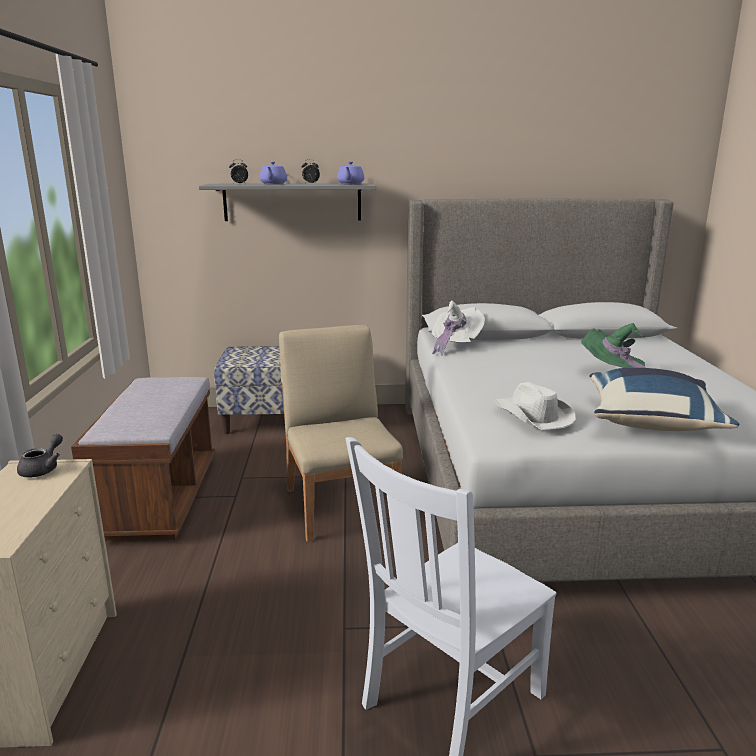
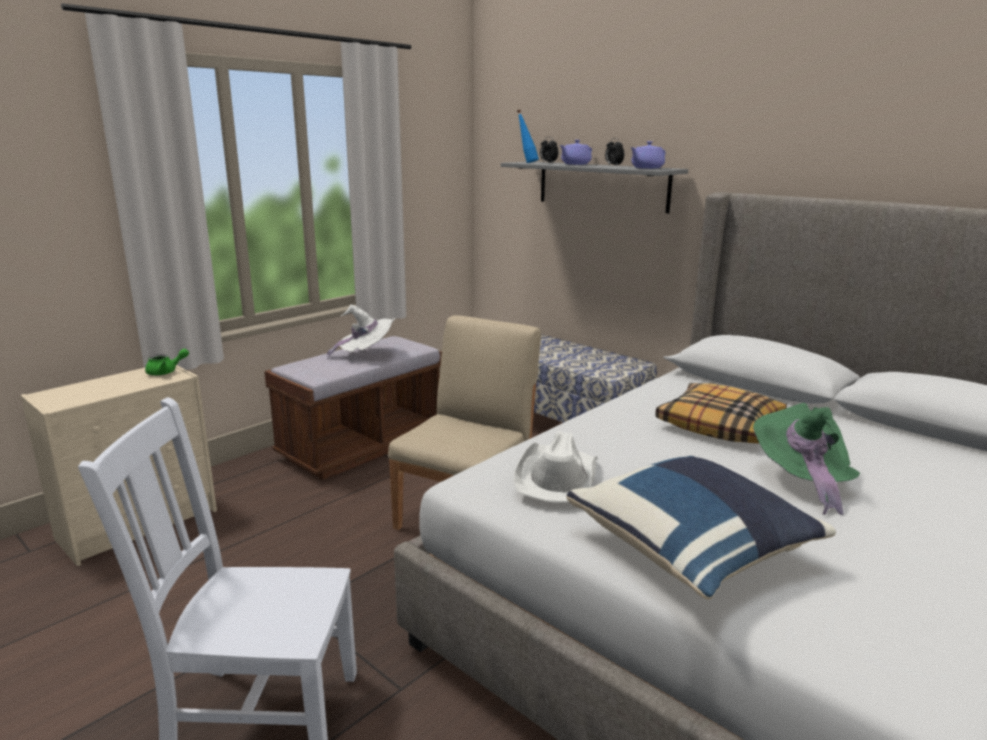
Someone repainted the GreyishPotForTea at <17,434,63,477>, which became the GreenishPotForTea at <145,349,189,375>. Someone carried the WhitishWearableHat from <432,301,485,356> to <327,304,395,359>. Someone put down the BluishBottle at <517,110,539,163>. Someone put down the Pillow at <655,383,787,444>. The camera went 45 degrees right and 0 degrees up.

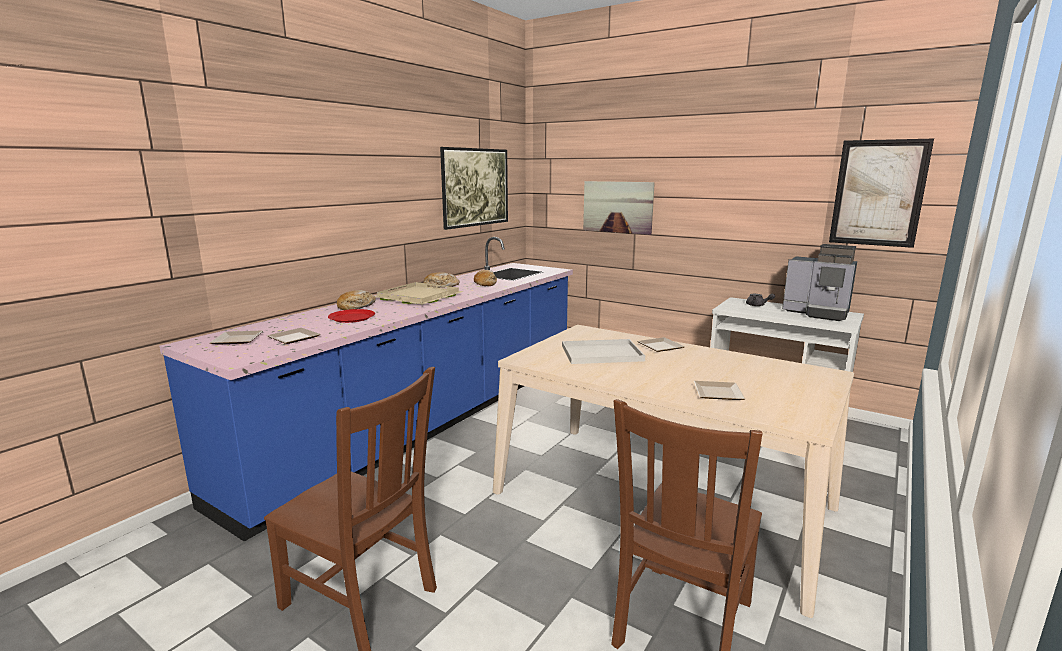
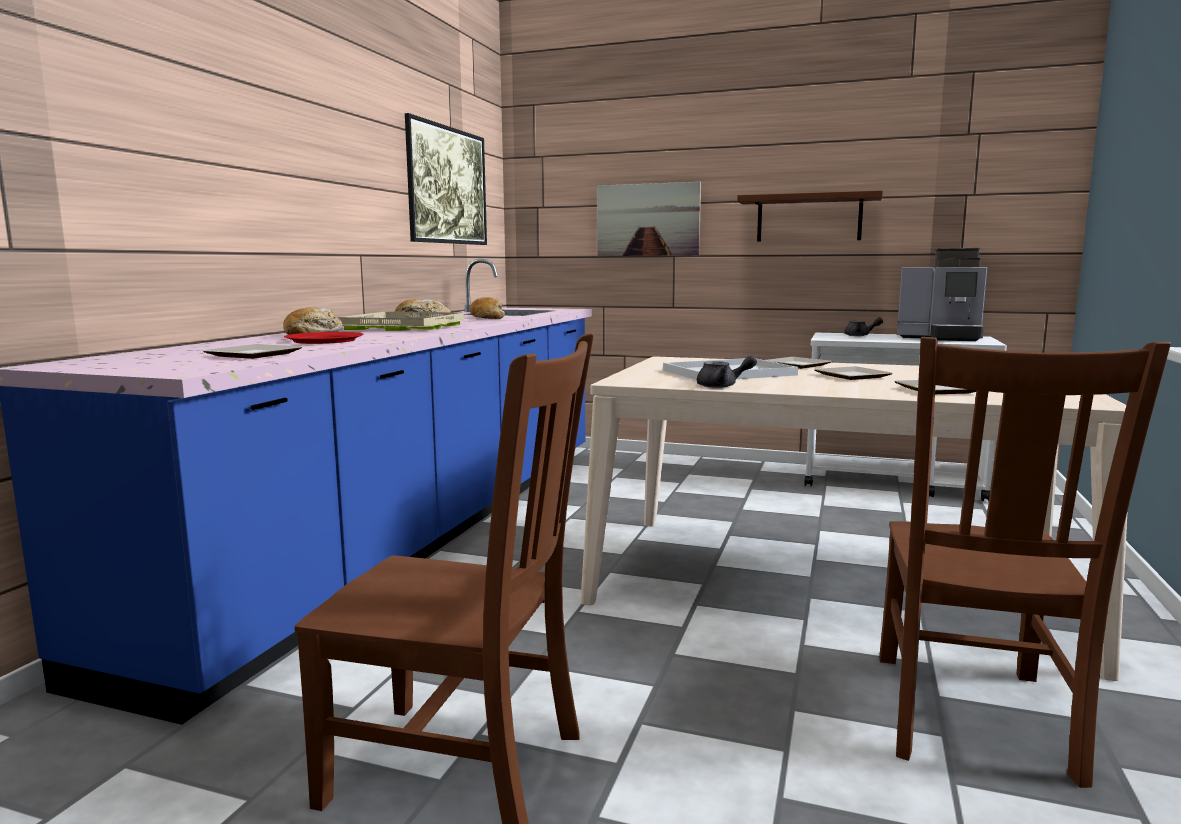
Someone put down the GreyishPotForTea at <697,355,757,388>. Someone put up the BrownBracketShelf at <737,190,883,242>. Someone carried the Plate from <210,330,263,345> to <814,366,893,380>. Someone took away the WallPicture at <829,139,934,248>. The camera went 15 degrees left and 5 degrees down.

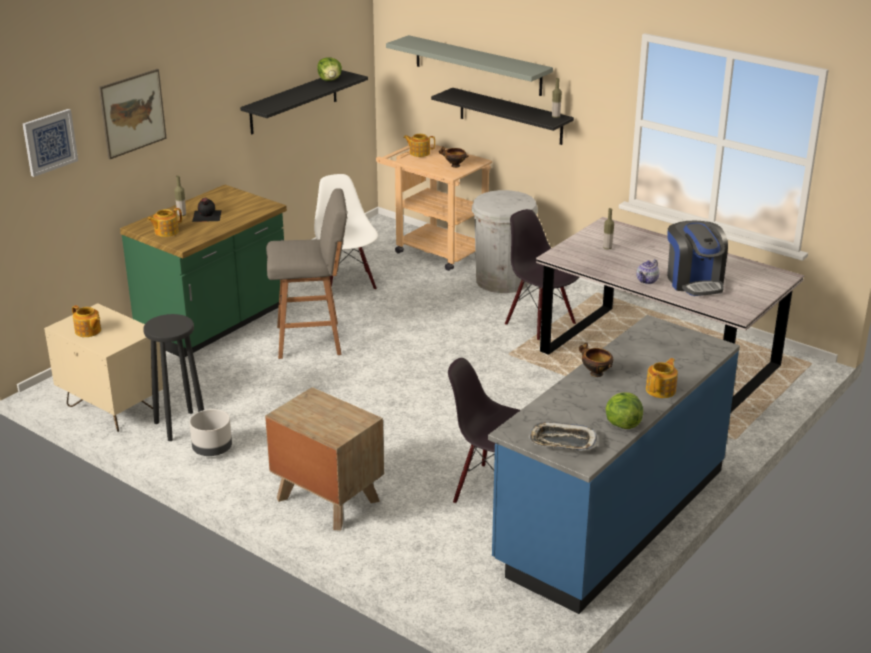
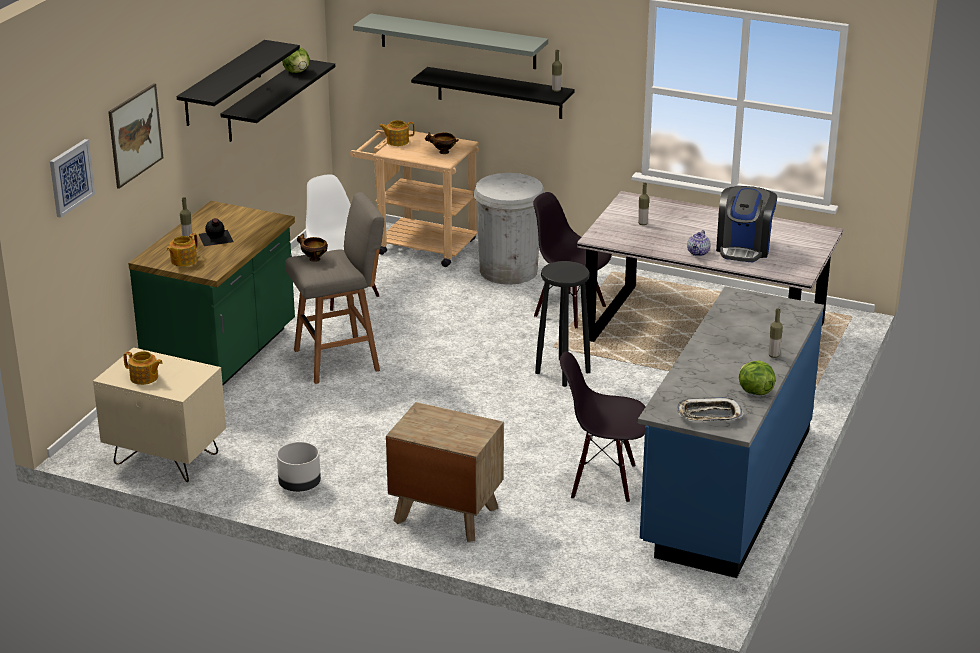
Someone put up the BlackColouredBracketShelf at <177,40,300,126>. Someone carried the Bowl from <579,342,613,377> to <297,234,328,262>. Someone carried the BlackColouredSittingStool from <143,314,204,441> to <535,261,591,387>. Someone rotated the CoffeeBrewer at <667,221,728,296> by 45 degrees clockwise. Someone swapped the PotForTea at <646,358,678,398> for the Bottle at <769,309,783,358>. The camera went 15 degrees left and 0 degrees up.

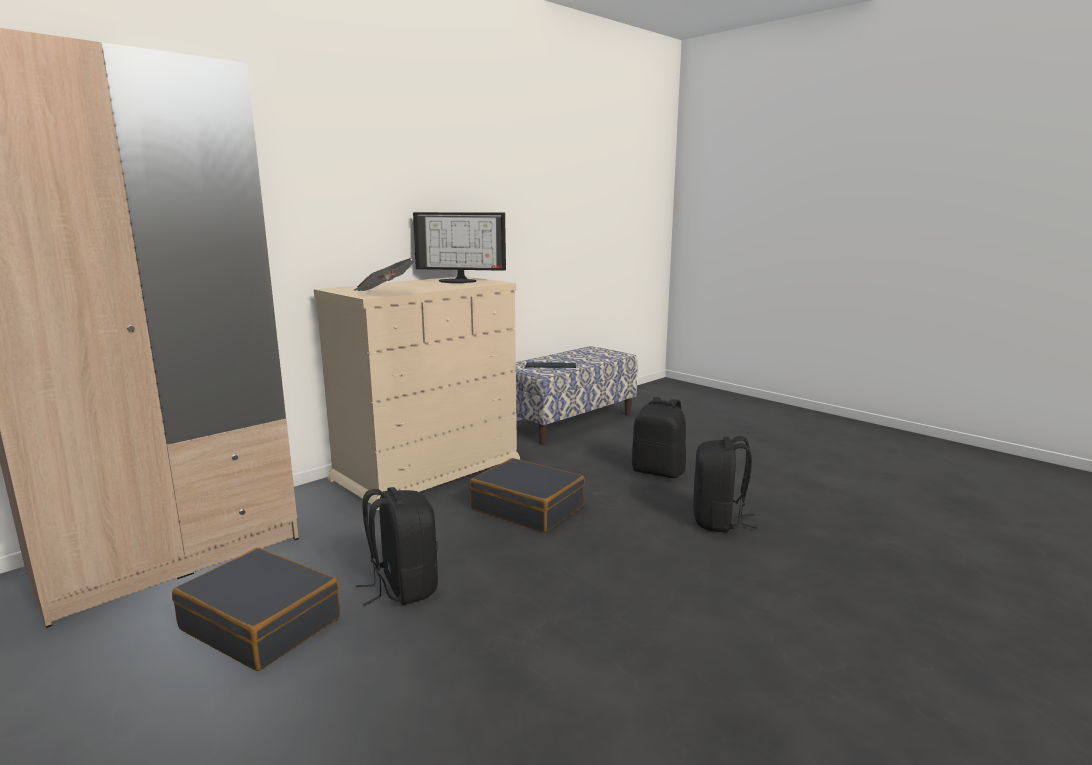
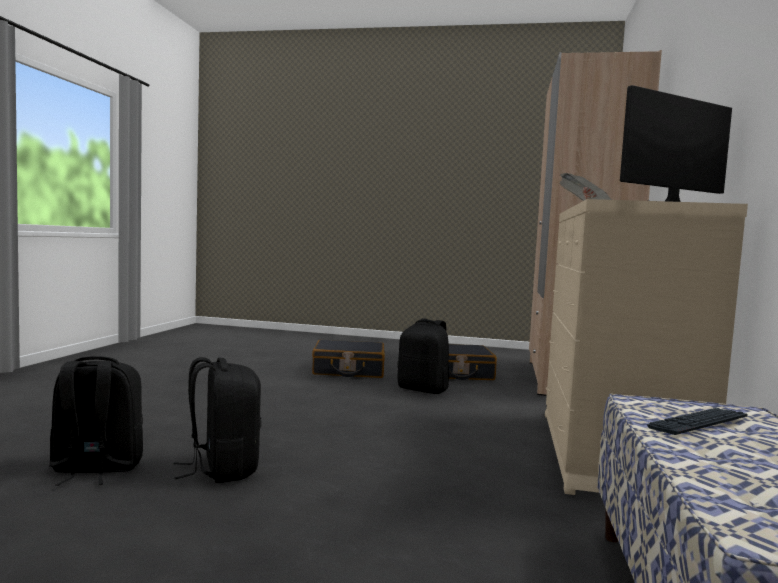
Someone carried the BlackColouredBackpack from <632,397,686,478> to <49,356,143,486>. Someone carried the BlackColouredTravelCase from <470,458,585,532> to <312,339,385,378>. The camera went 145 degrees right and 10 degrees down.

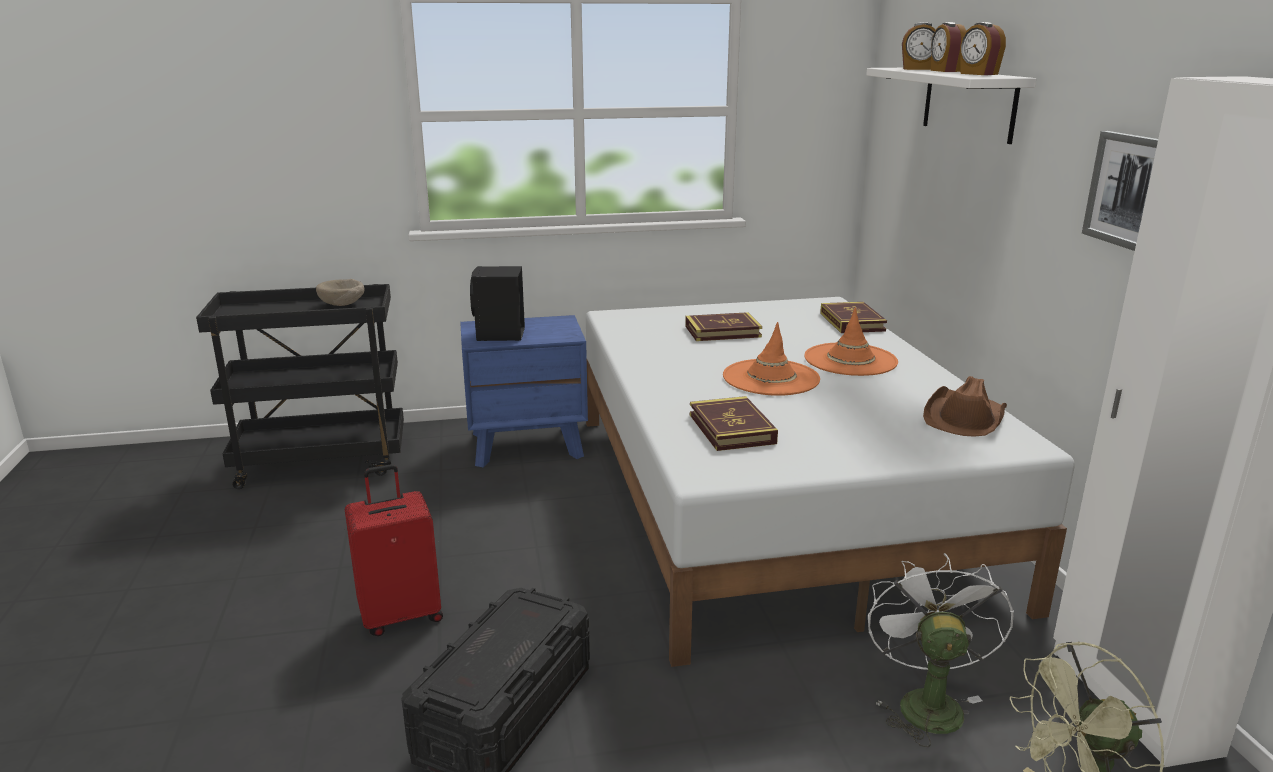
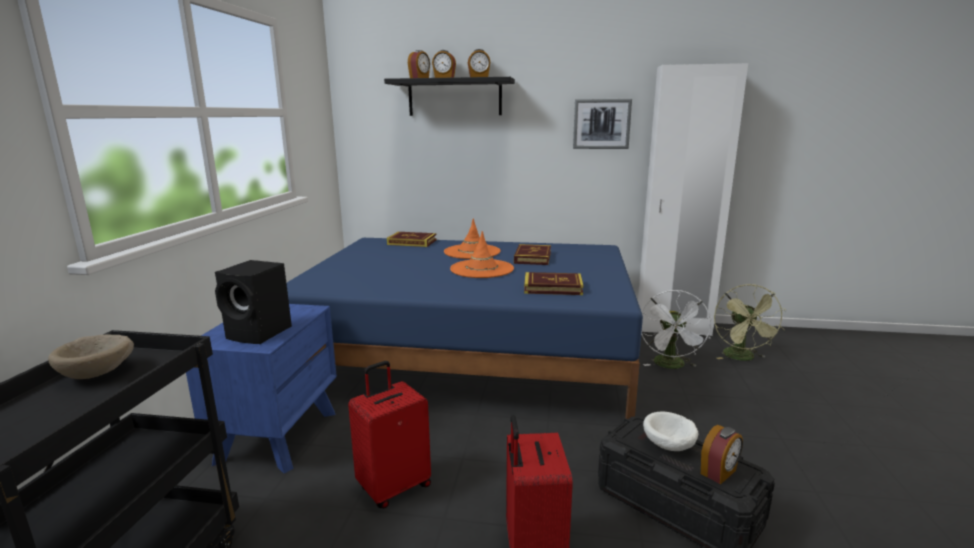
Someone repainted the WhitishBed at <586,297,1075,667>, which became the BluishBed at <286,238,643,419>. Someone put down the RedColouredTravelCase at <348,361,431,508>. Someone repainted the WhitishBracketShelf at <866,68,1036,144>, which became the BlackColouredBracketShelf at <384,77,515,116>. Someone carried the BoundBook from <685,312,762,341> to <514,244,551,265>. Someone rotated the WhitishElectricFan at <868,553,1014,747> by 105 degrees counterclockwise. Someone put down the WhitishBowl at <643,412,698,451>. Someone put down the TableClock at <701,425,743,484>. Someone took away the BrownWearableHat at <923,376,1007,437>. The camera went 70 degrees left and 5 degrees down.

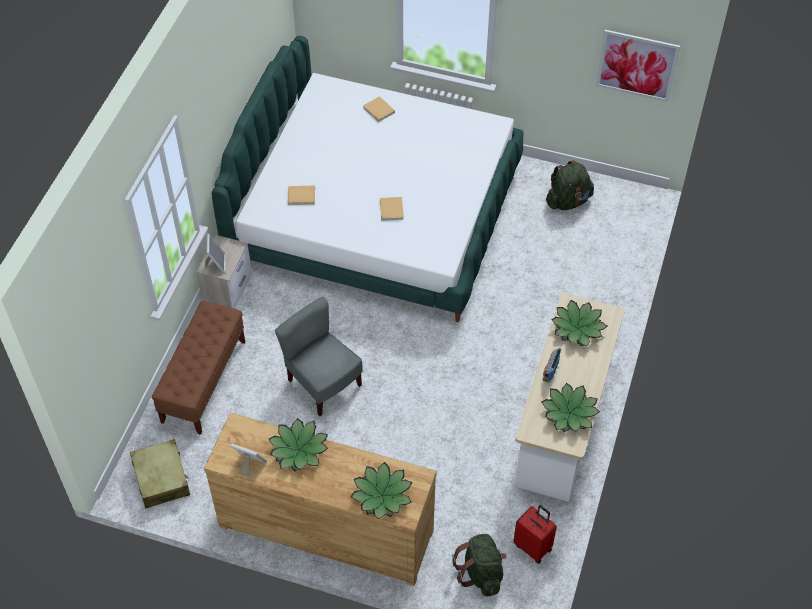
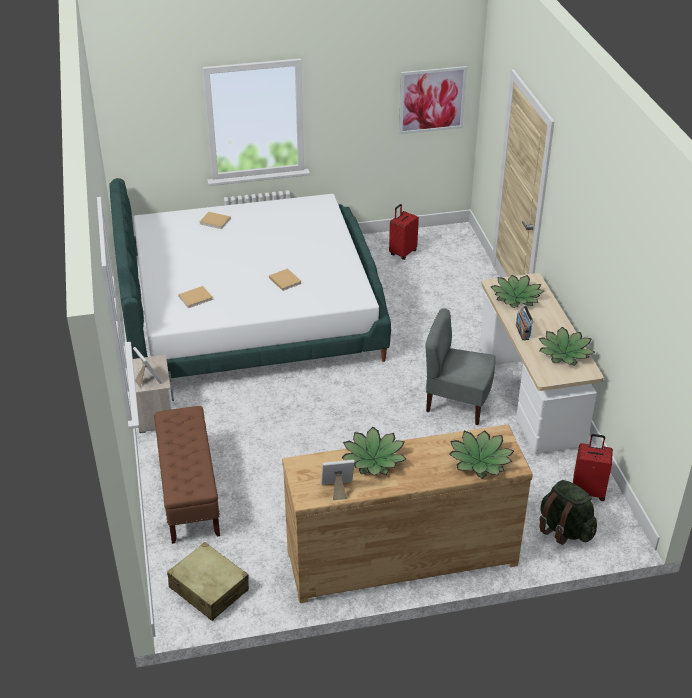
Someone swapped the GreenishBackpack at <546,160,594,210> for the RedColouredTravelCase at <389,204,419,260>. Someone carried the GreyishPlainChair from <275,297,363,416> to <426,308,496,425>. The camera went 30 degrees left and 15 degrees down.

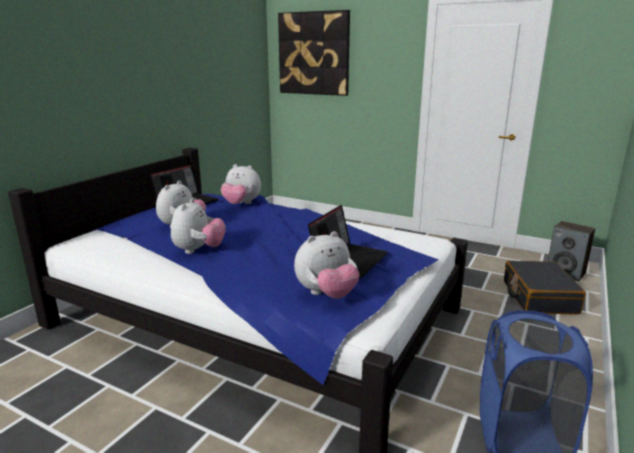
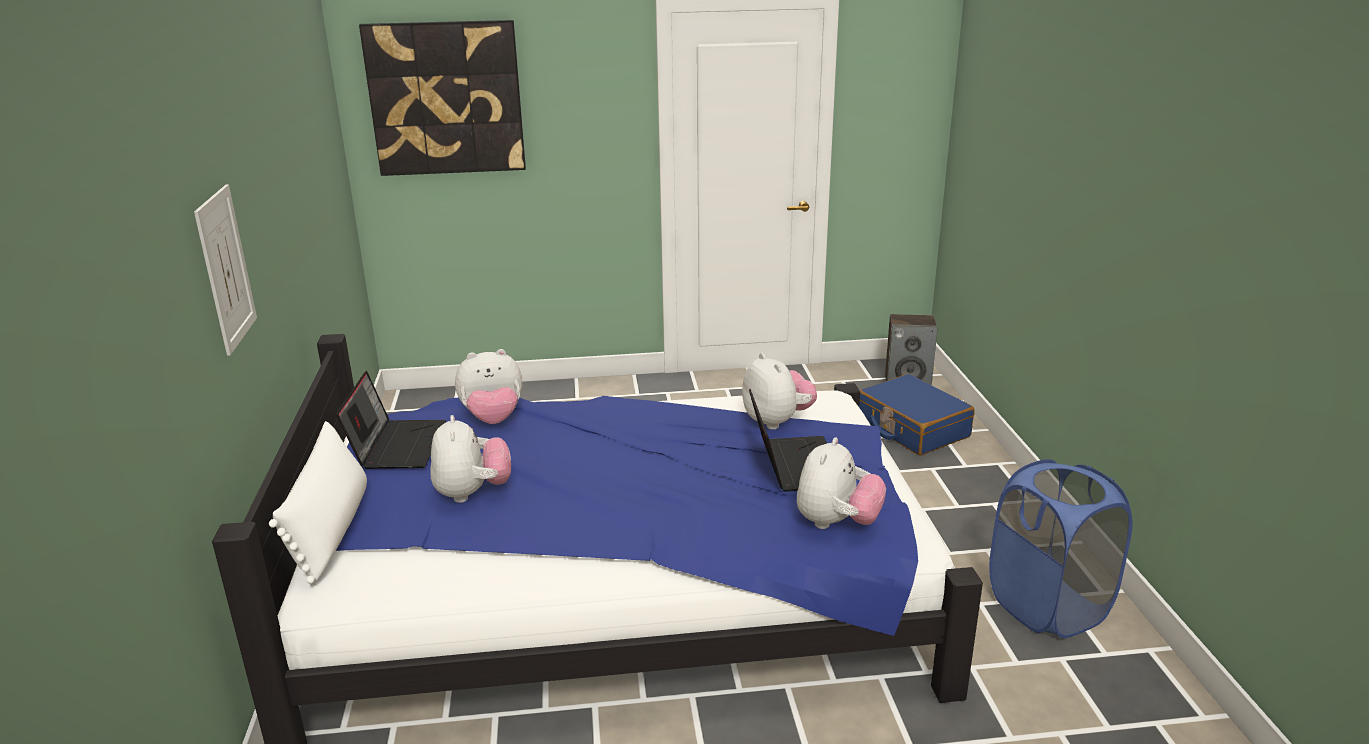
Someone put up the WallPicture at <194,184,257,356>. Someone put down the WhitishPillow at <269,421,367,584>. Someone carried the SoftToy from <171,198,226,254> to <742,353,817,430>. Someone repainted the BlackColouredTravelCase at <504,261,586,315>, which became the BluishTravelCase at <859,374,975,456>. The camera went 35 degrees left and 5 degrees up.

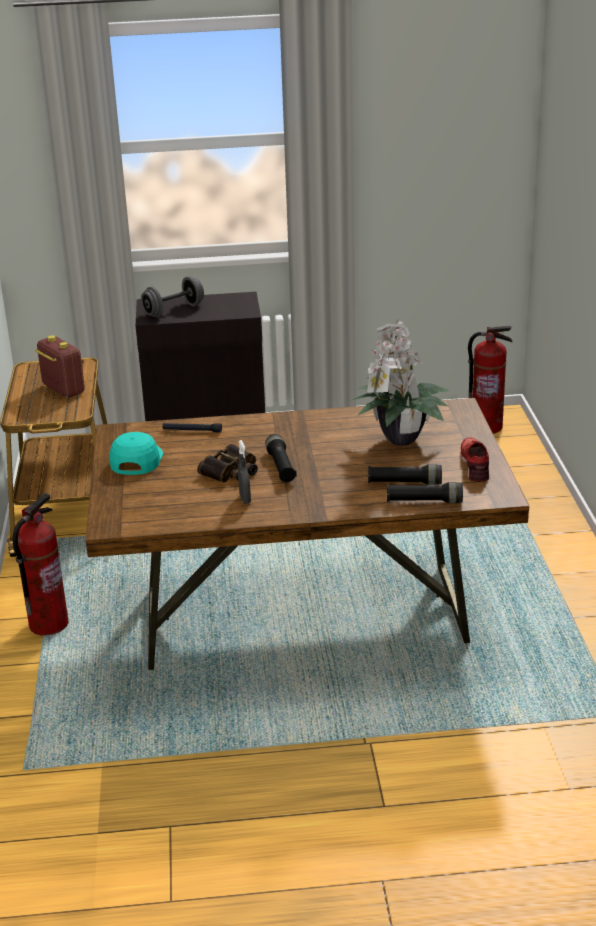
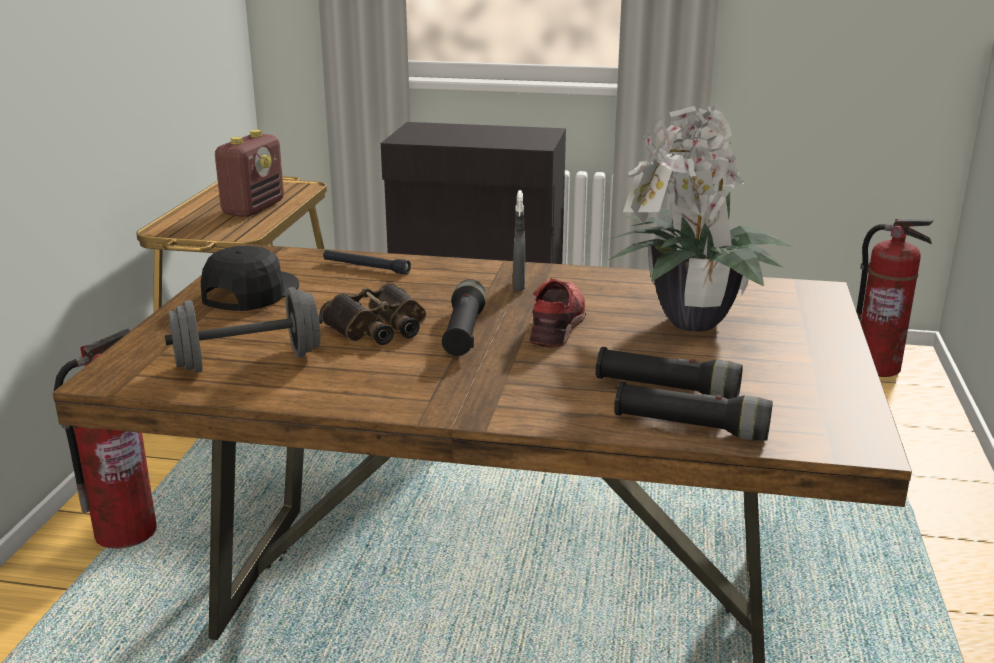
Someone carried the GreyishFreeWeight from <141,276,204,317> to <165,287,322,373>. Someone repainted the BlueGreenCap at <109,432,163,475>, which became the BlackColouredCap at <201,246,299,311>. Someone rotated the Radio at <35,335,85,398> by 45 degrees clockwise. Someone carried the GreyishSprayBottle from <238,440,251,504> to <513,190,525,291>. Someone carried the RedColouredItemOfFootwear from <460,437,489,482> to <529,278,586,348>. The camera went 15 degrees right and 5 degrees down.

